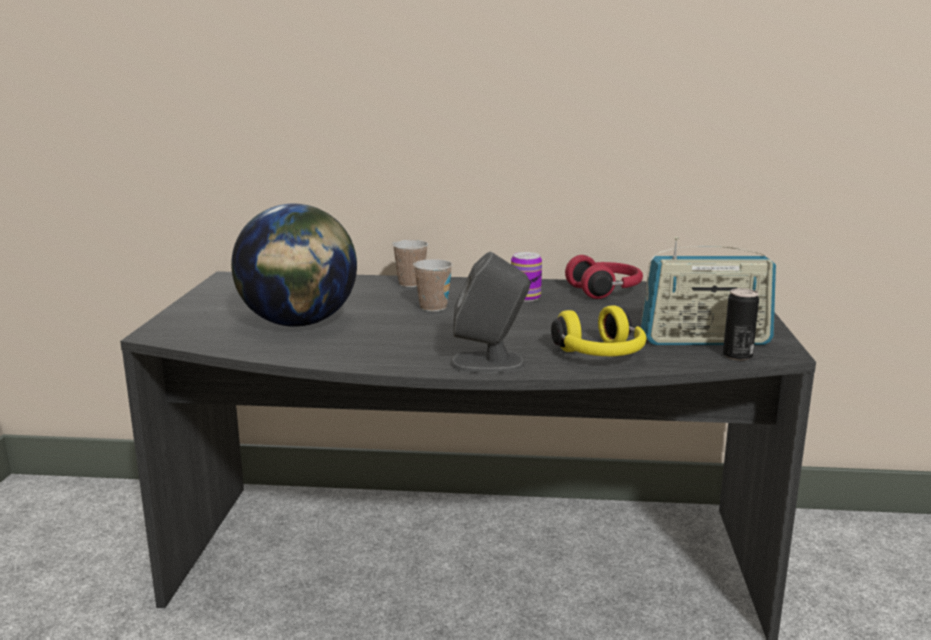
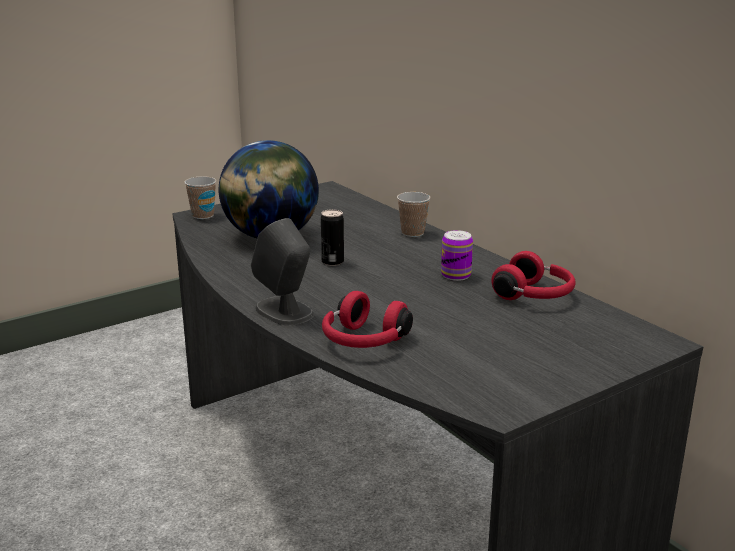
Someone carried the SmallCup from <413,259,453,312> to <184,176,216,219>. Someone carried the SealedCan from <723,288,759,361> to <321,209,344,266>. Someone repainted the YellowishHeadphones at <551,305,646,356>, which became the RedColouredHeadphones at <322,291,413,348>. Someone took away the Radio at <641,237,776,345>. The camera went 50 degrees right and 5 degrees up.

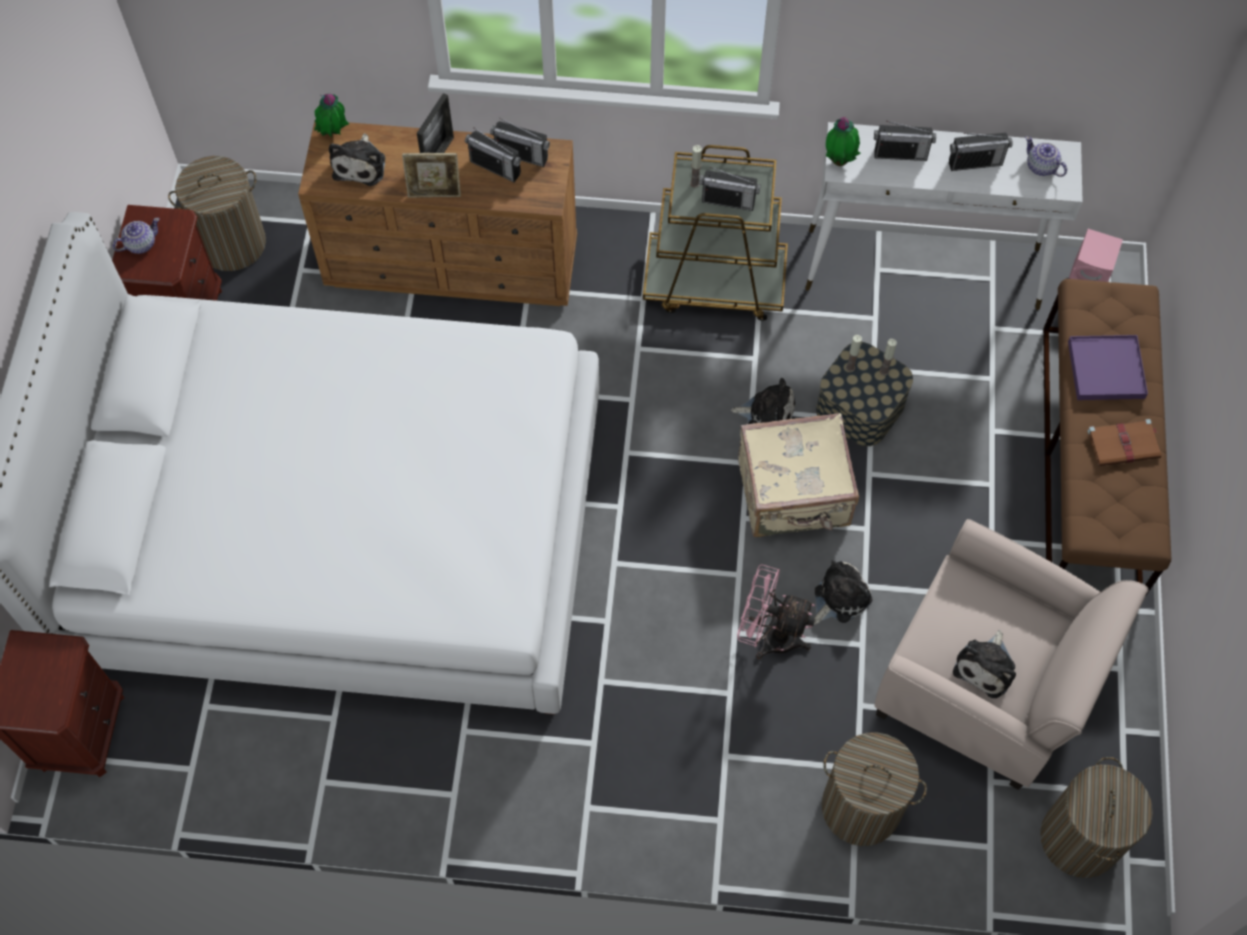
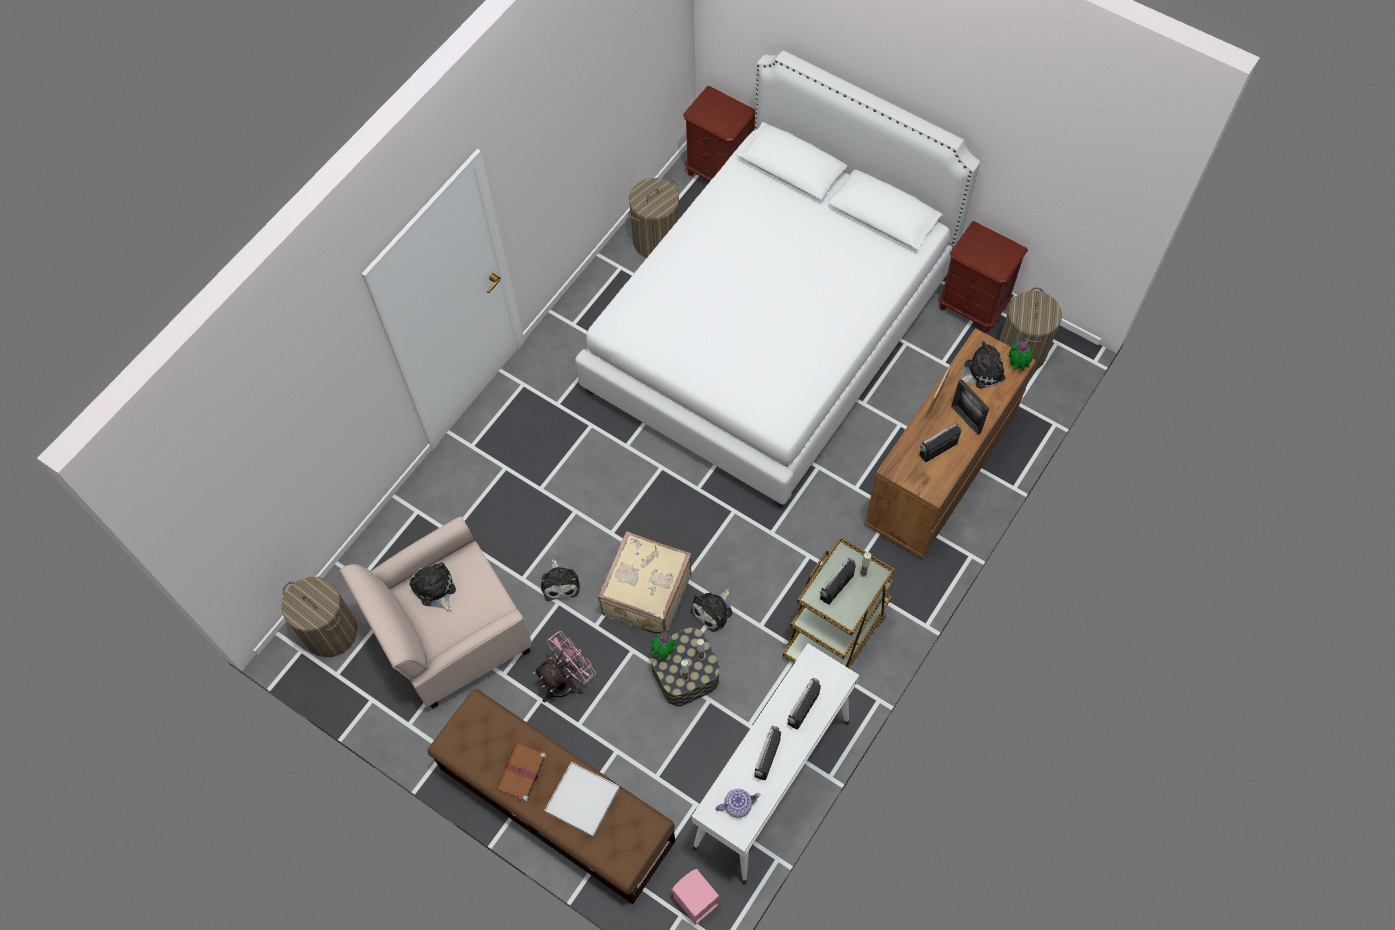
Someone carried the PinkishElectricFan from <737,564,815,659> to <533,631,596,702>. Someone repainted the PurplishCarryingTray at <1068,335,1148,400>, which became the WhitishCarryingTray at <544,762,620,837>. Someone carried the WashingBasket from <822,732,927,846> to <628,178,679,258>. Someone carried the PlantInAPot from <826,117,861,166> to <650,632,676,661>. Someone rotated the SoftToy at <329,133,385,186> by 120 degrees clockwise. Someone took away the PotForTea at <112,218,160,254>. Someone took away the Radio at <490,117,550,167>. The camera went 120 degrees right and 0 degrees up.

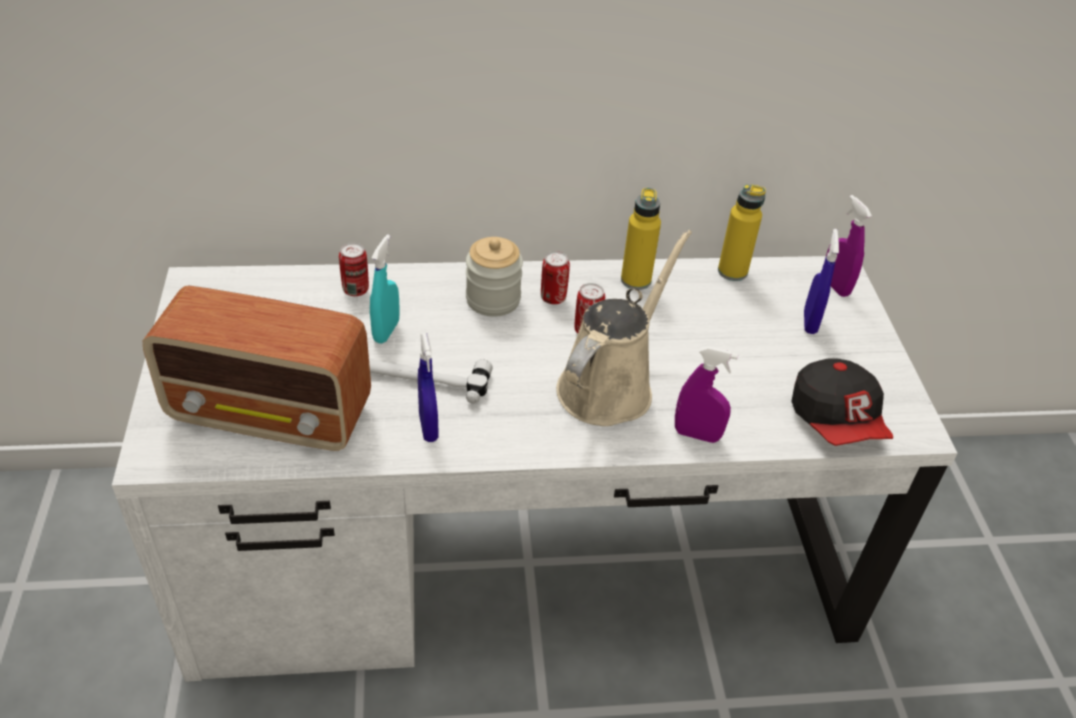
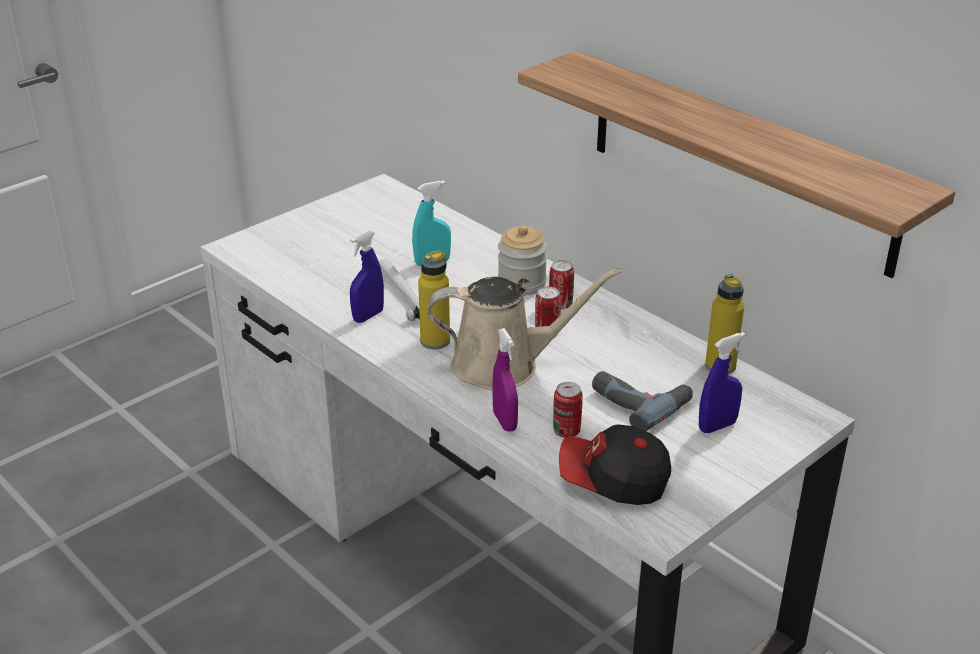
Someone carried the YellowishBottle from <621,188,661,290> to <418,250,450,349>. Someone put up the BracketShelf at <518,51,955,278>. Someone carried the SealedCan from <339,243,369,296> to <553,382,583,438>. Someone rotated the Cap at <791,359,893,446> by 60 degrees clockwise. Someone put down the PowerDrill at <592,371,693,431>. Someone took away the Radio at <143,286,371,451>. Someone took away the PurplishSprayBottle at <824,195,872,297>. The camera went 55 degrees right and 10 degrees down.

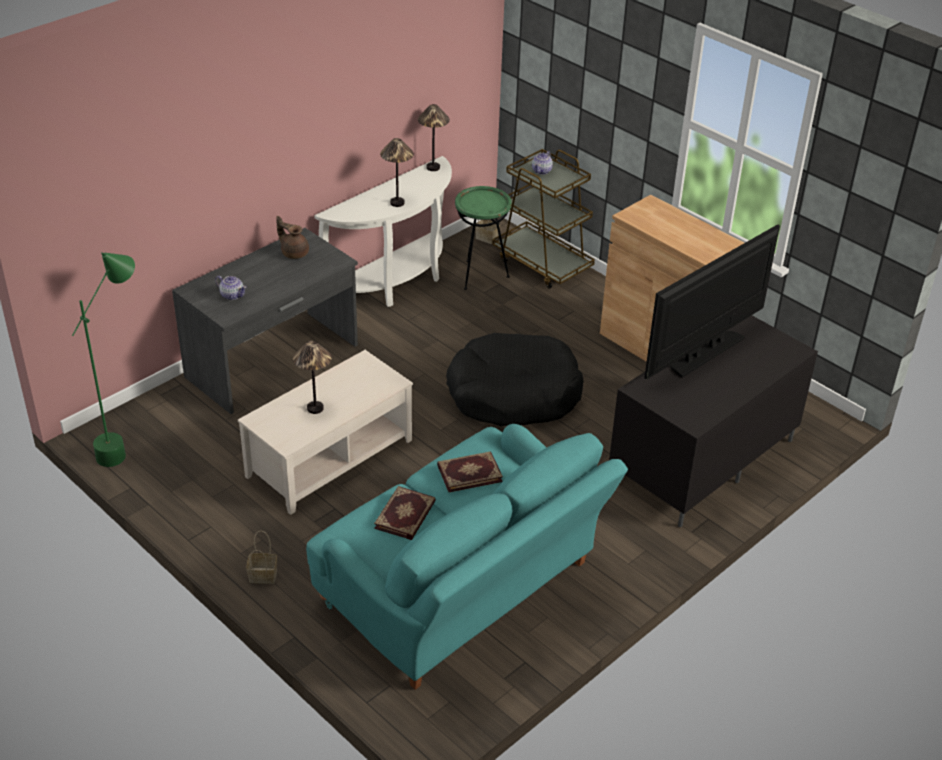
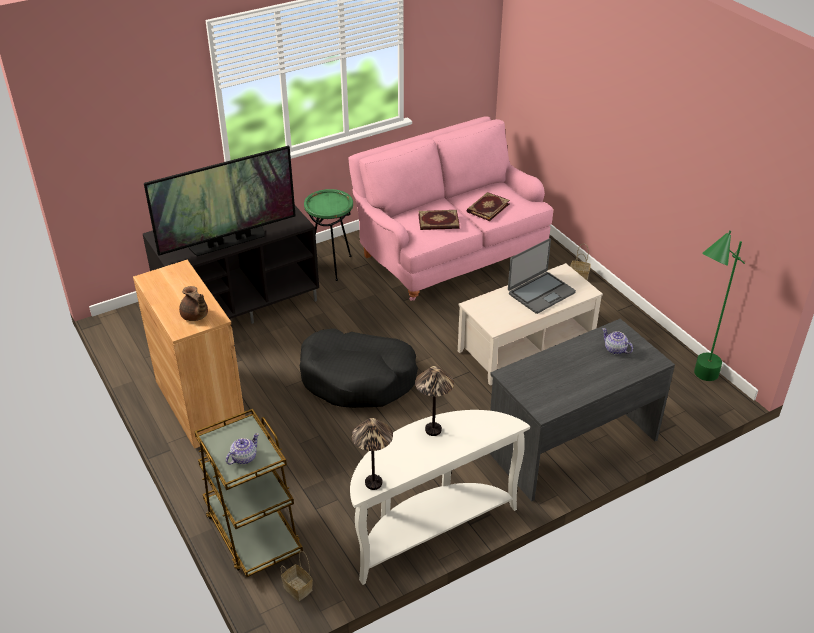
Someone carried the BrownPotForTea from <276,216,309,259> to <179,286,208,321>. Someone carried the GreenishEndTable from <455,186,512,290> to <304,189,353,281>. Someone repainted the BlueGreenSettee at <306,424,628,690>, which became the PinkishSettee at <348,116,553,301>. Someone swapped the LampForATable at <293,341,332,414> for the NotebookComputer at <508,238,576,314>. The camera went 165 degrees left and 0 degrees up.

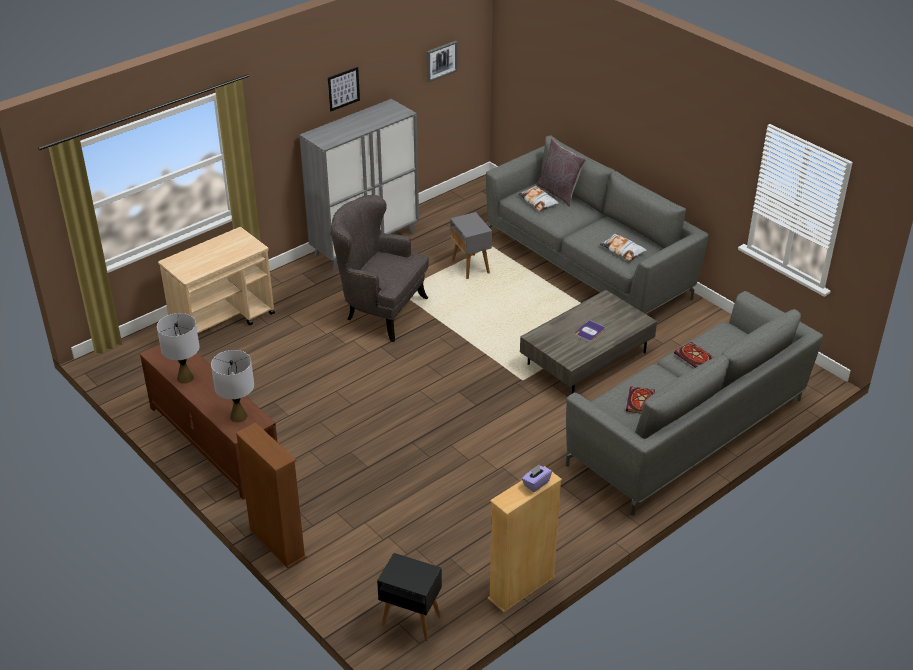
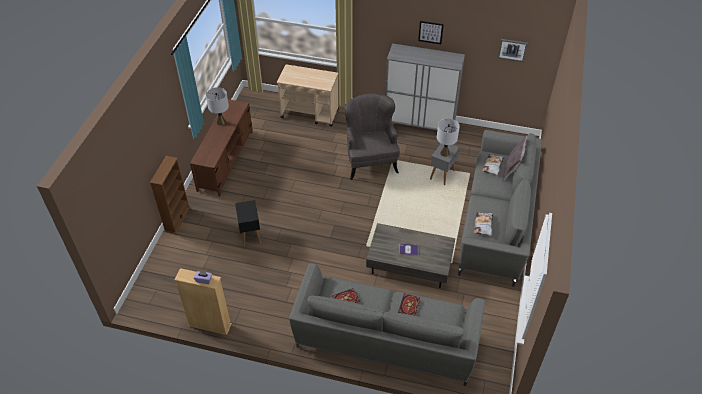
Someone carried the BlackColouredEndTable from <377,553,442,641> to <235,200,261,246>. Someone carried the GreyishLampForATable from <211,350,254,422> to <437,118,460,157>. The camera went 55 degrees right and 10 degrees up.

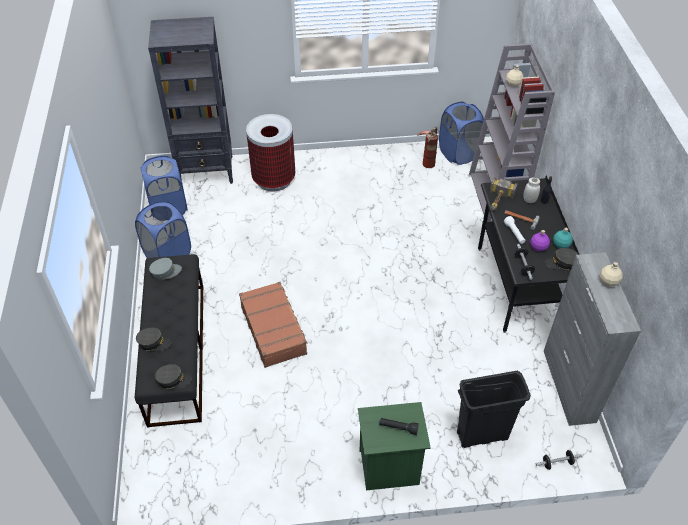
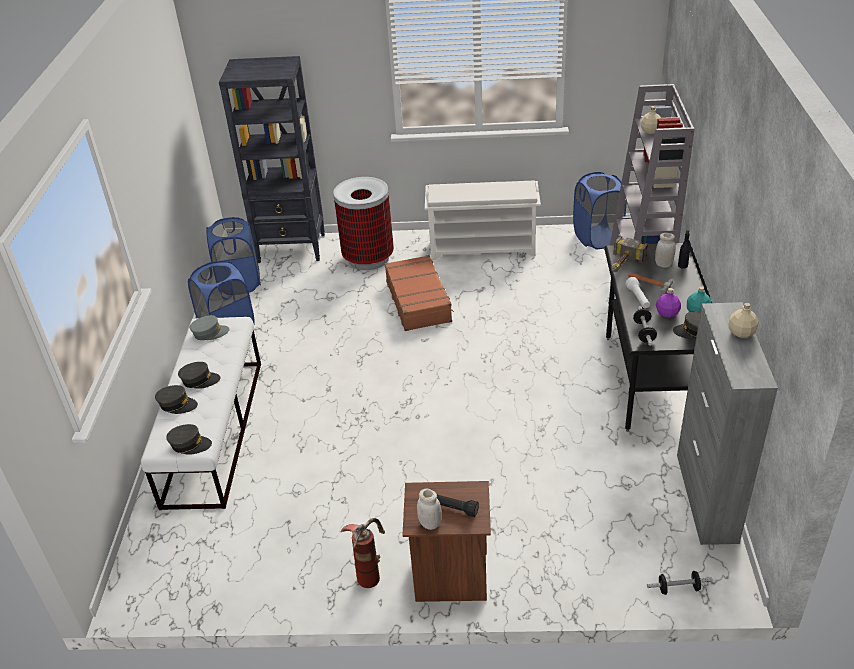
Someone repainted the BlackColouredBench at <135,254,203,428>, which became the WhitishBench at <141,317,261,510>. Someone put down the GreyishCap at <178,362,221,389>. Someone carried the FireFightingCylinder from <418,127,438,168> to <341,518,385,588>. Someone carried the BrownTravelCase from <239,282,308,368> to <384,255,454,331>. Someone repainted the GreenishNightTable at <358,402,431,490>, which became the BrownNightTable at <402,481,491,602>. Someone put down the WhitishPreserveJar at <417,489,442,530>. Someone put down the WhitishShoeShelf at <425,181,541,260>. Someone took away the BlackColouredTrashCan at <457,371,531,448>. The camera went 10 degrees right and 10 degrees down.

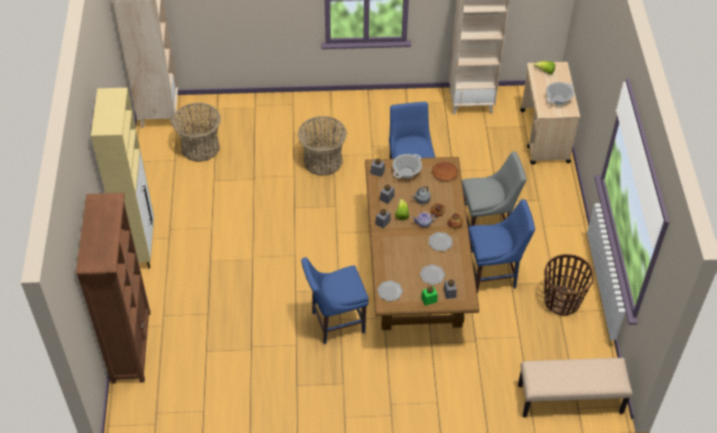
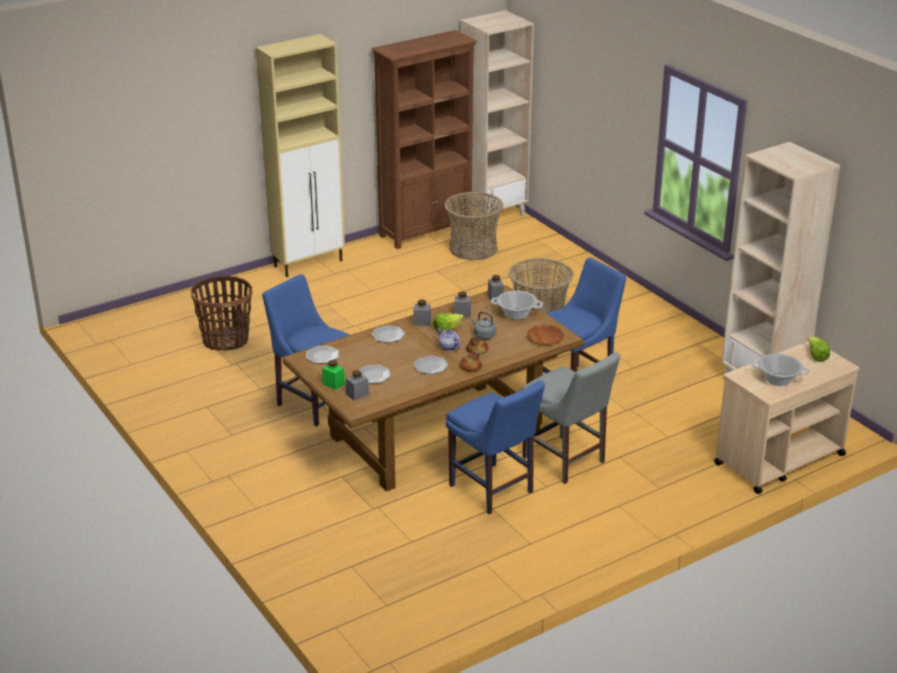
Someone carried the Basket from <544,254,593,316> to <191,276,252,351>. Someone put down the Plate at <371,325,405,343>. Someone carried the BrownShelvingUnit from <76,193,150,384> to <372,30,477,249>. Someone took away the BeigeBench at <518,358,633,417>. The camera went 60 degrees right and 20 degrees down.

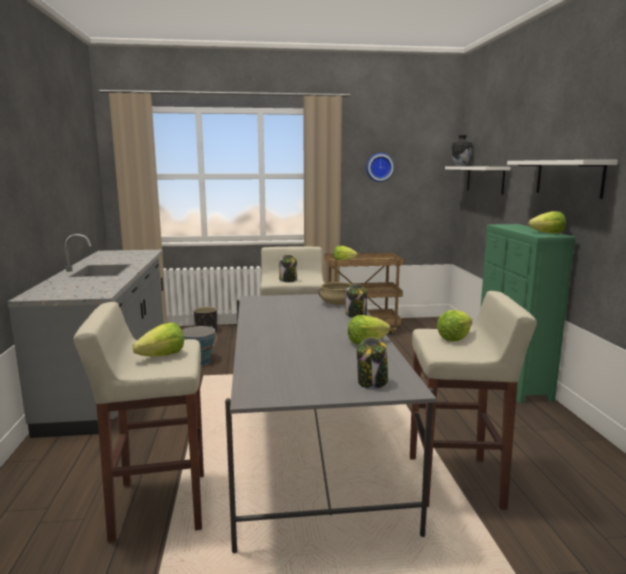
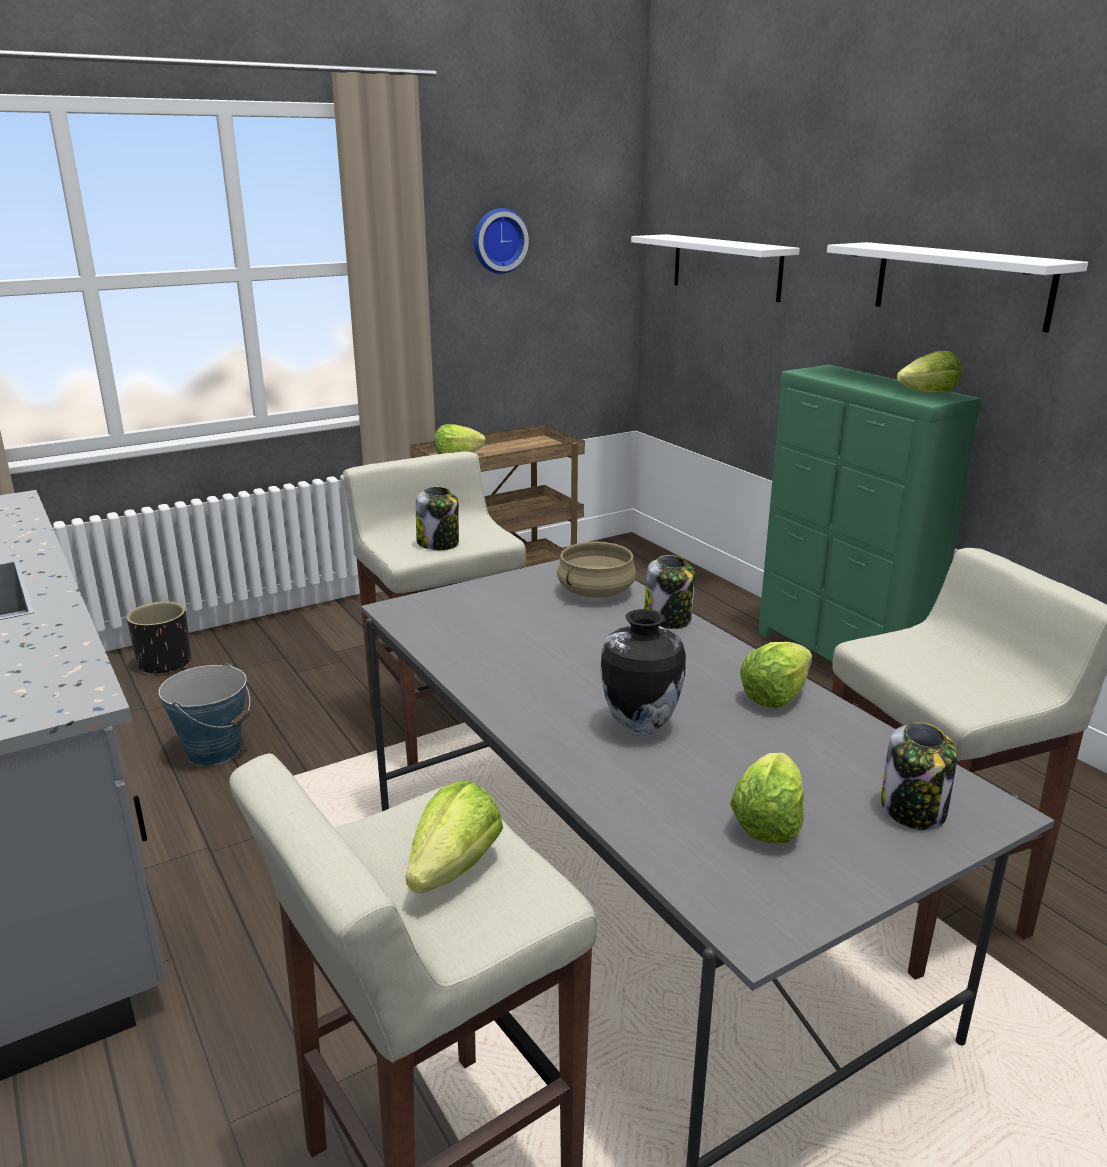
Someone carried the Vase from <451,135,472,166> to <600,609,686,736>. Someone carried the HeadOfLettuce from <437,310,472,341> to <730,753,804,843>. The camera went 25 degrees left and 10 degrees up.

